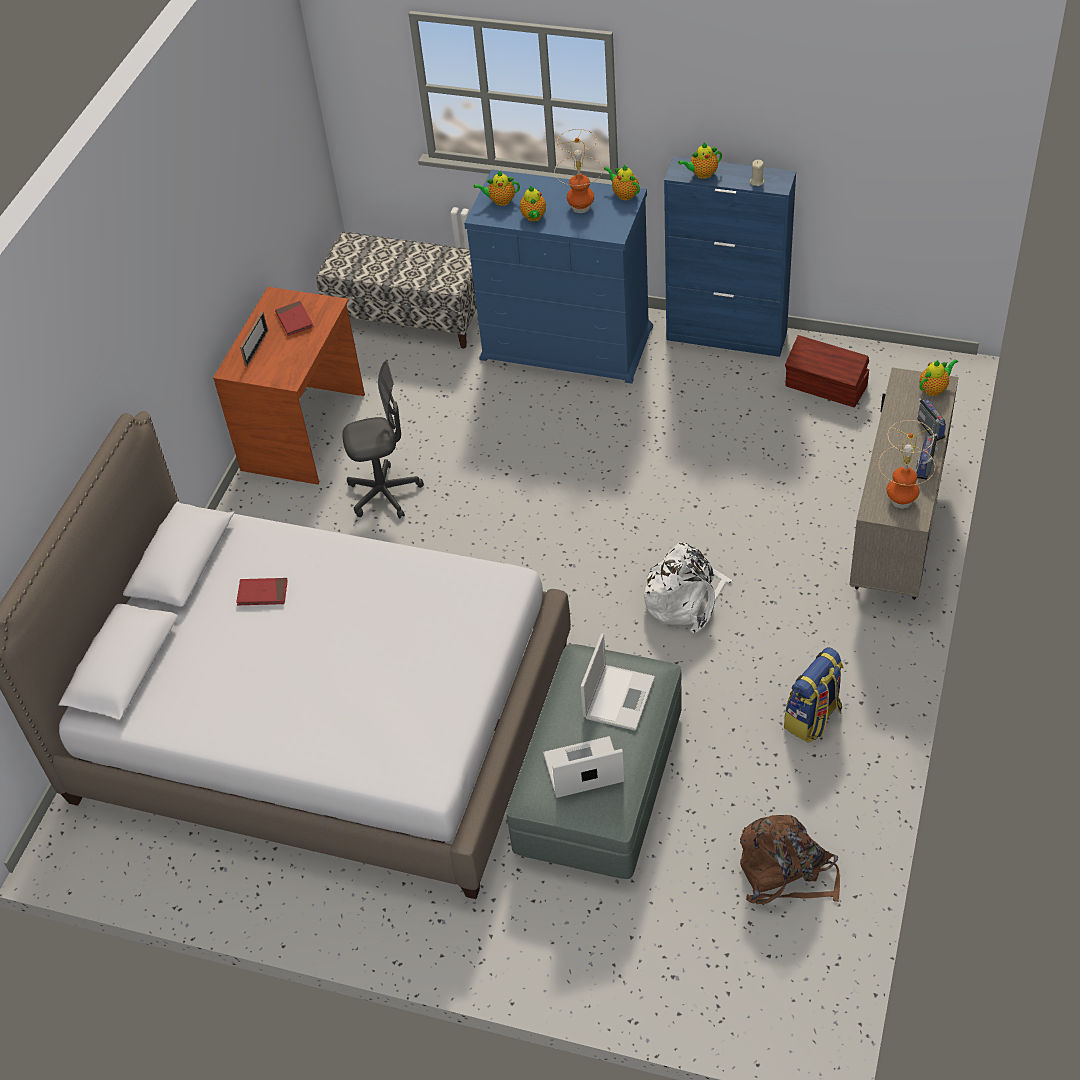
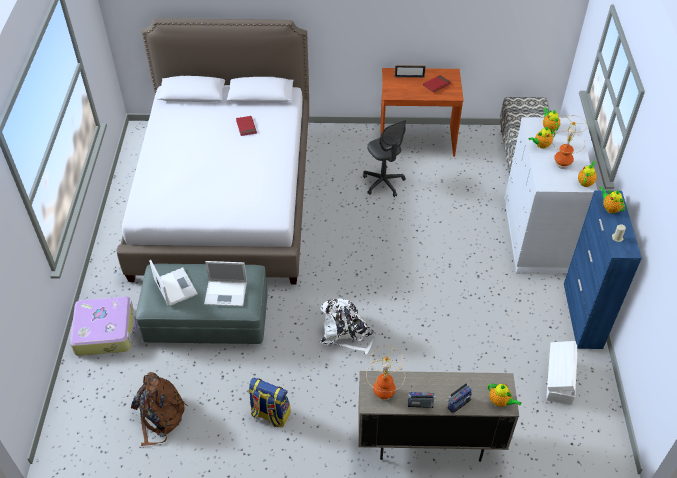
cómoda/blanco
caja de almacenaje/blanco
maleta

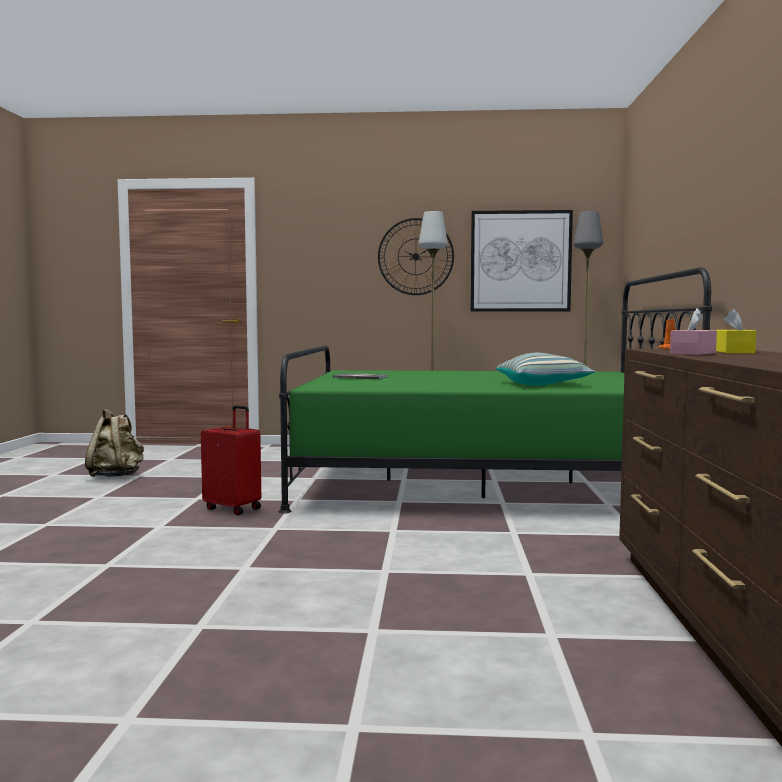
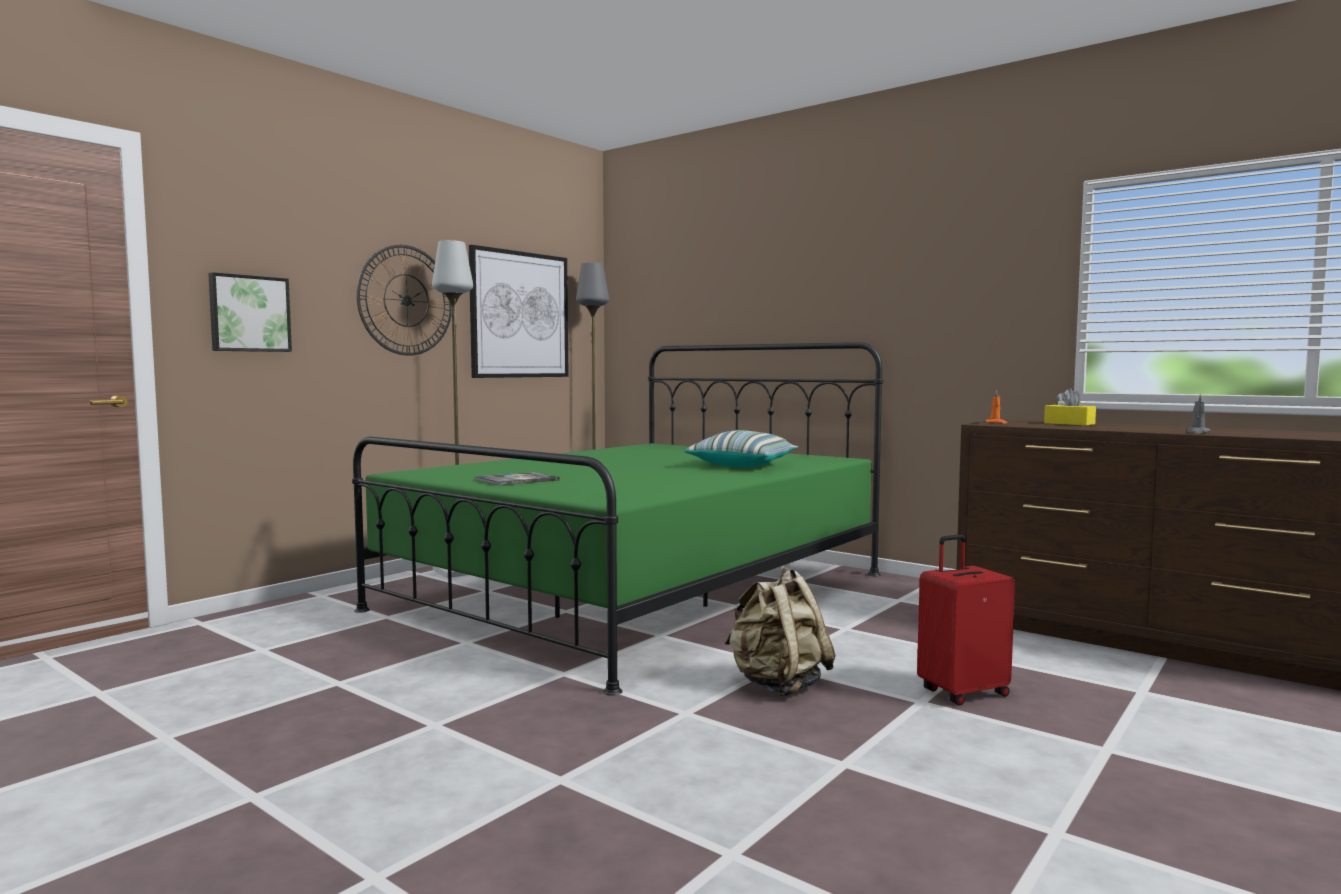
caja de pañuelos/rosa
maleta/rojo
mochila/beis
cuadro (no. 1 from left)
vela/gris

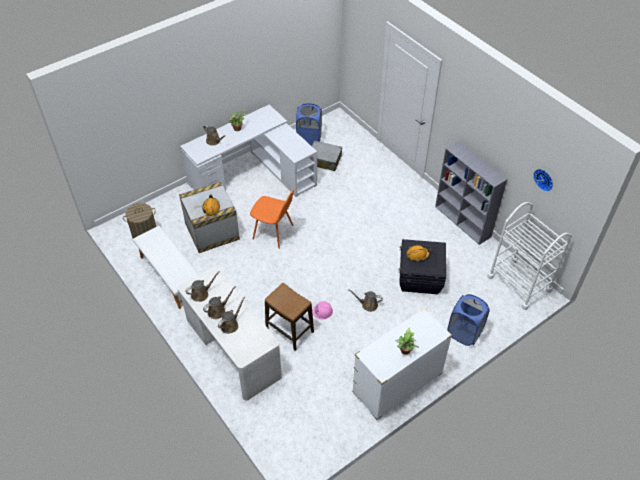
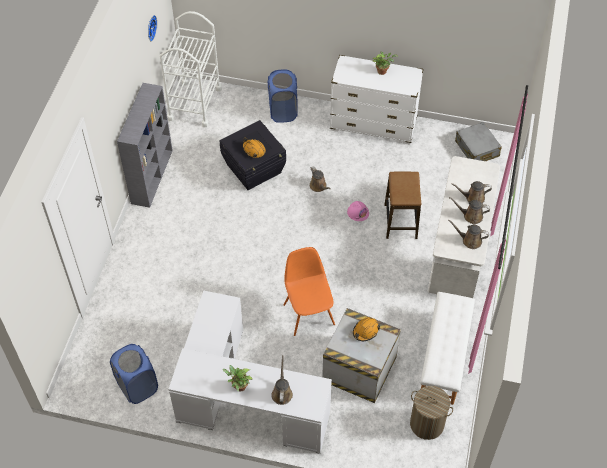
maleta/gris

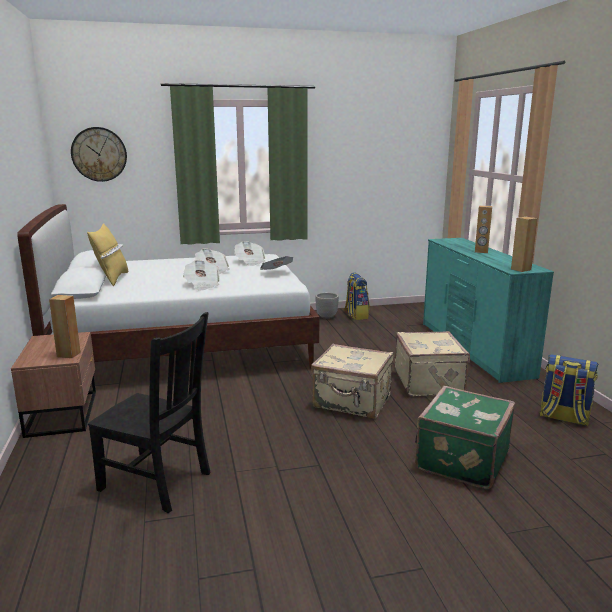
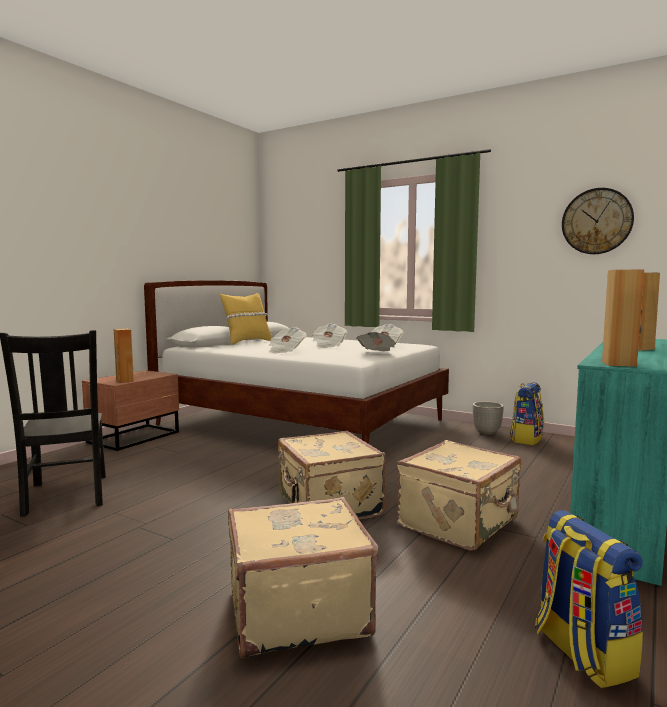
reloj de pared
maleta/beis (no. 1 from left)

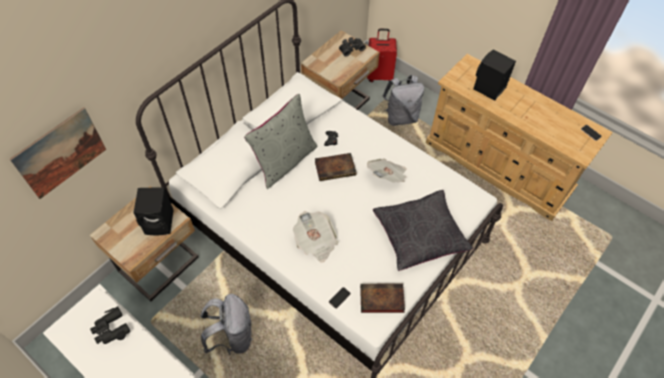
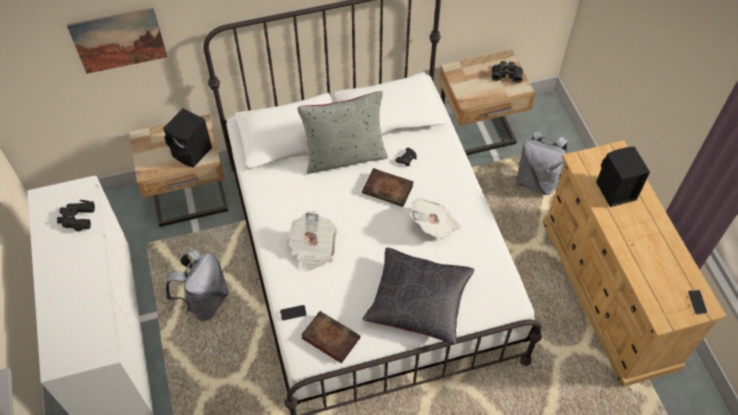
maleta/rojo

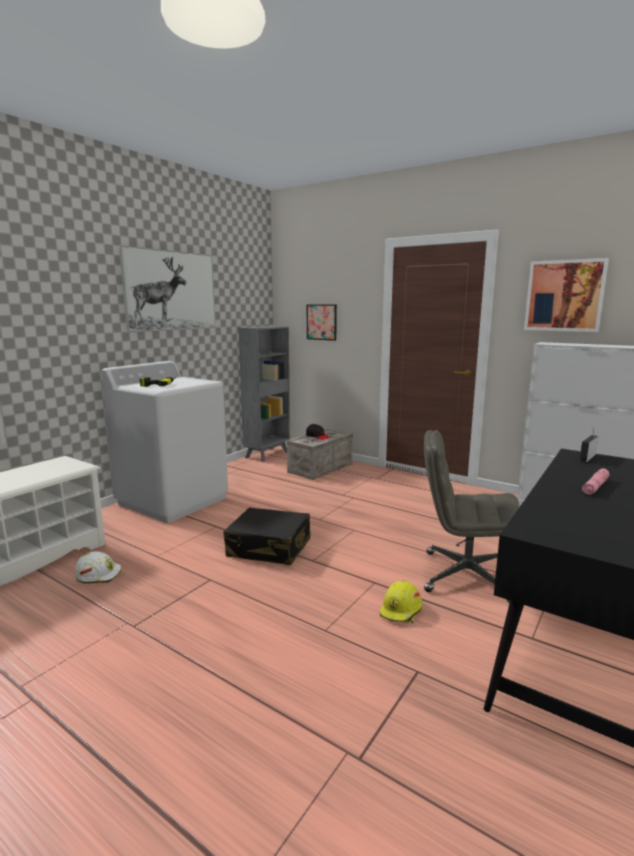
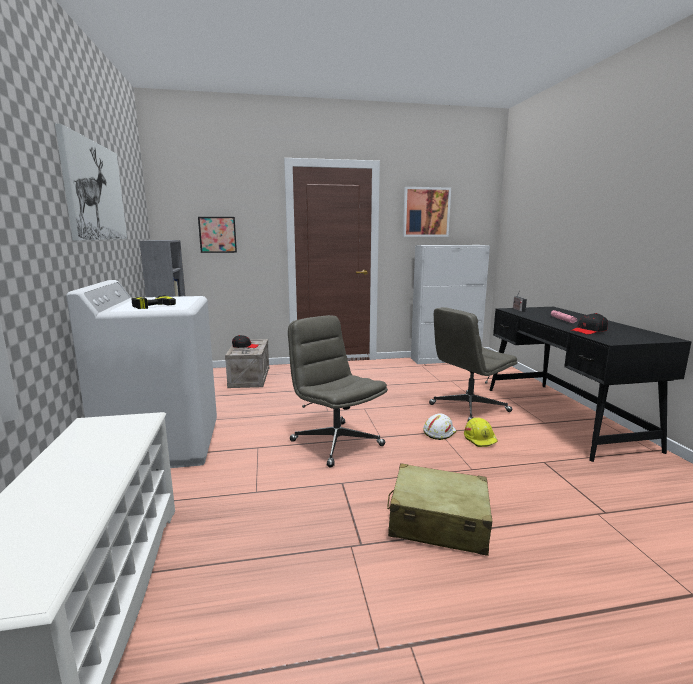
silla de oficina/gris (no. 1 from left)
casco/blanco
gorra/negro (no. 2 from left)
maleta/beis

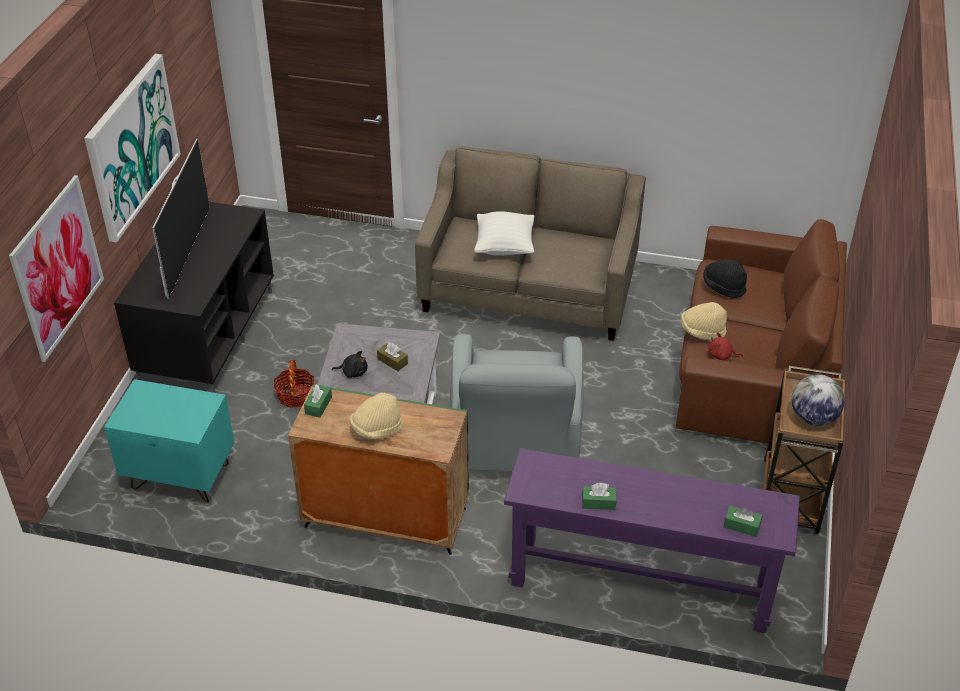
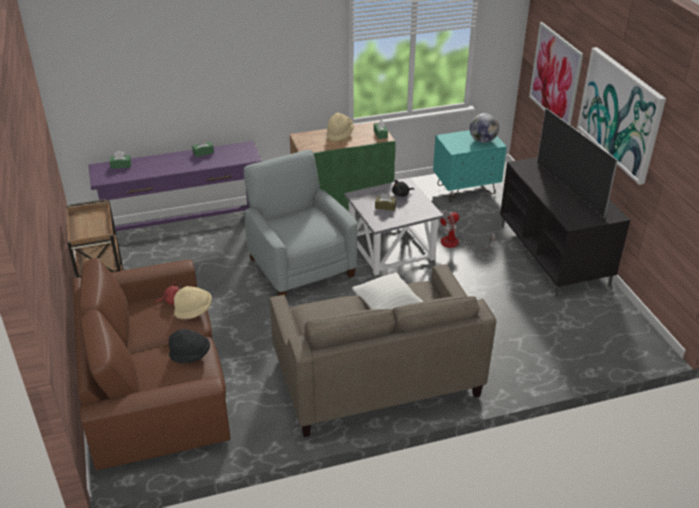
ventilador
globo terráqueo

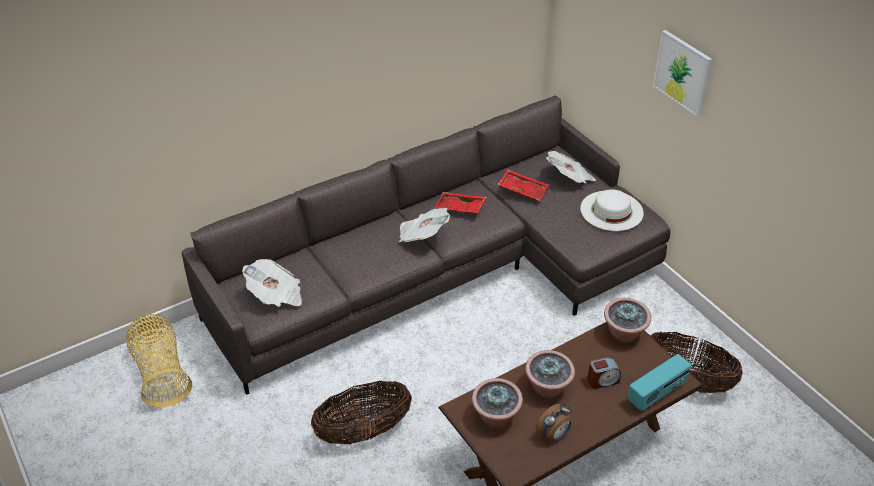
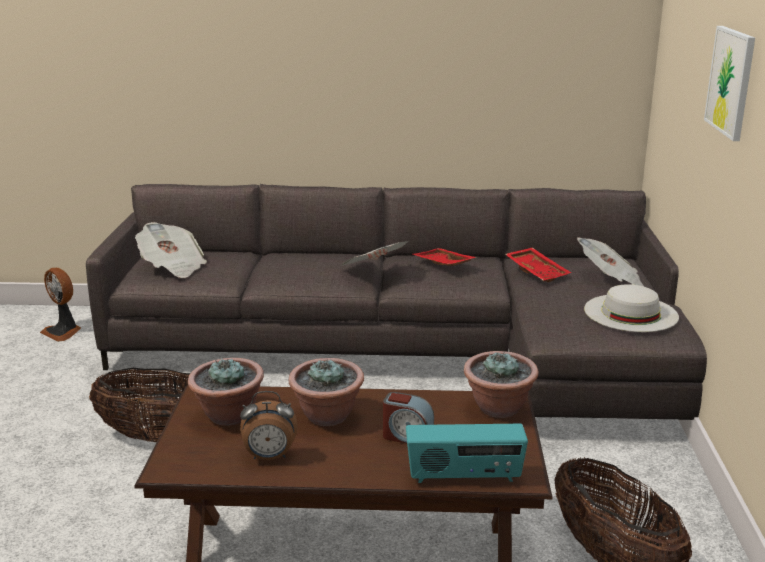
ventilador

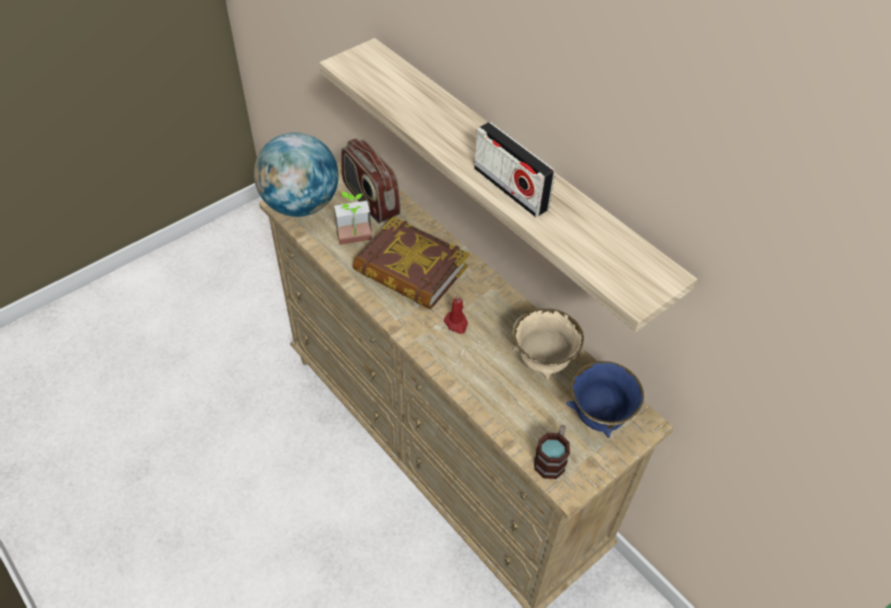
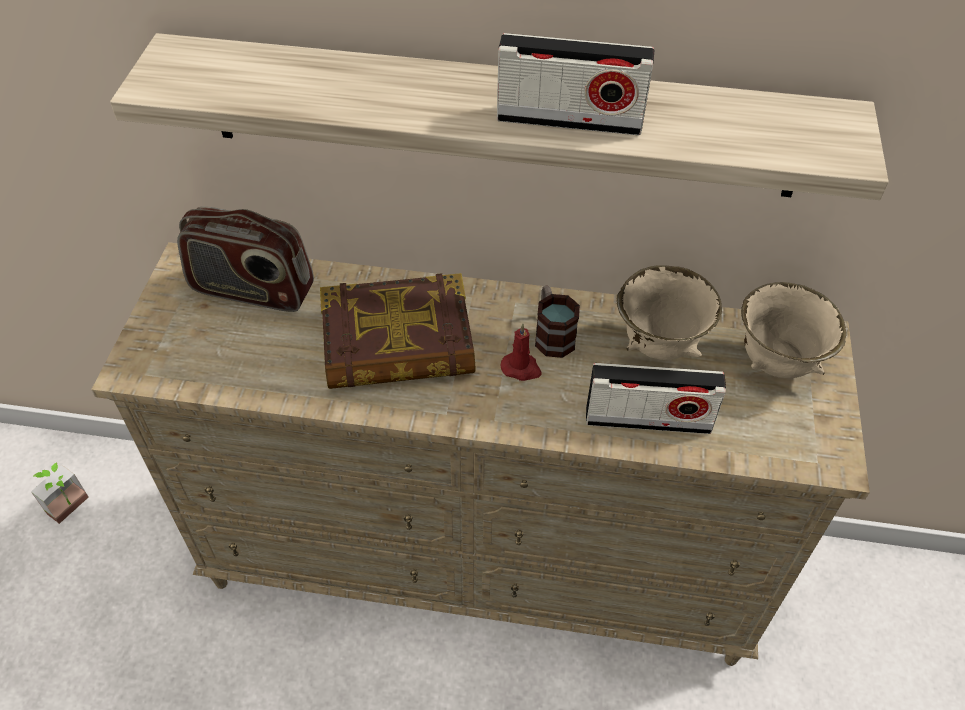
globo terráqueo
planta en maceta
cuenco/beis (no. 2 from left)
taza grande
radio (no. 3 from left)

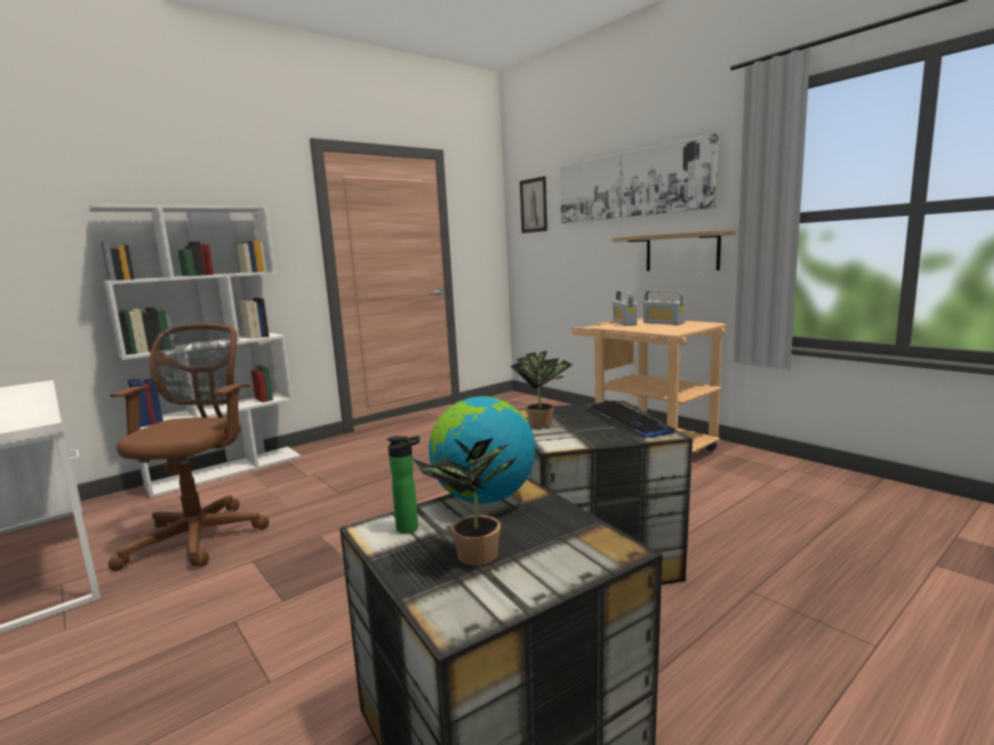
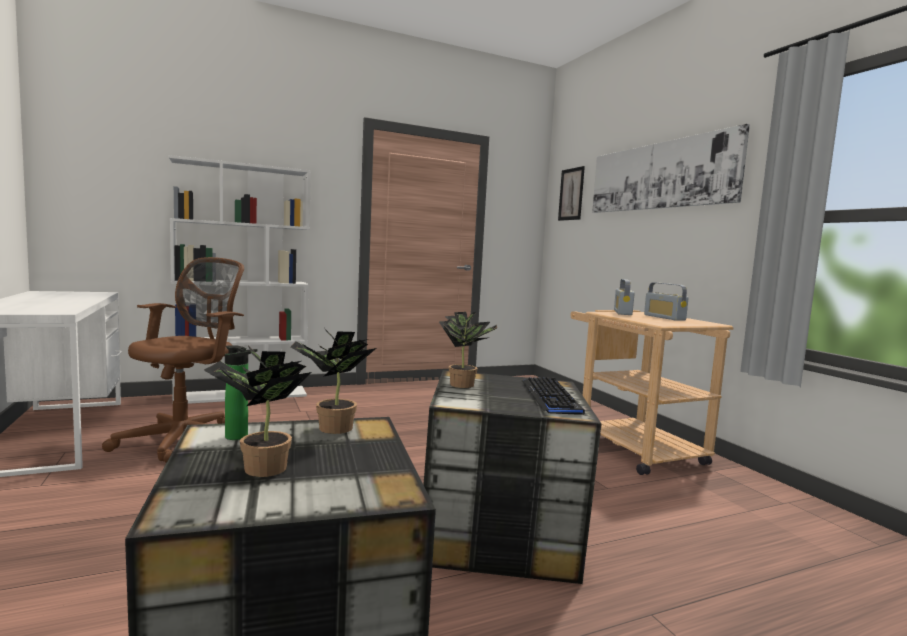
estante
planta en maceta (no. 2 from left)

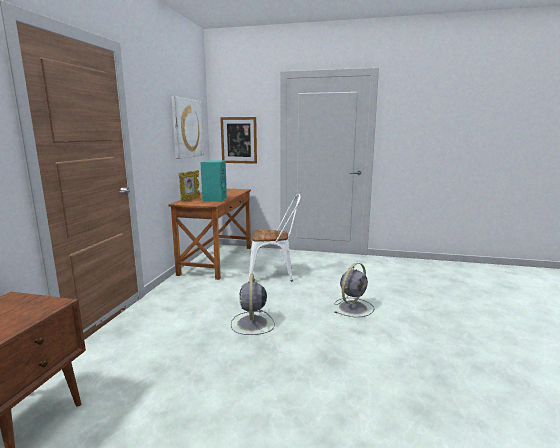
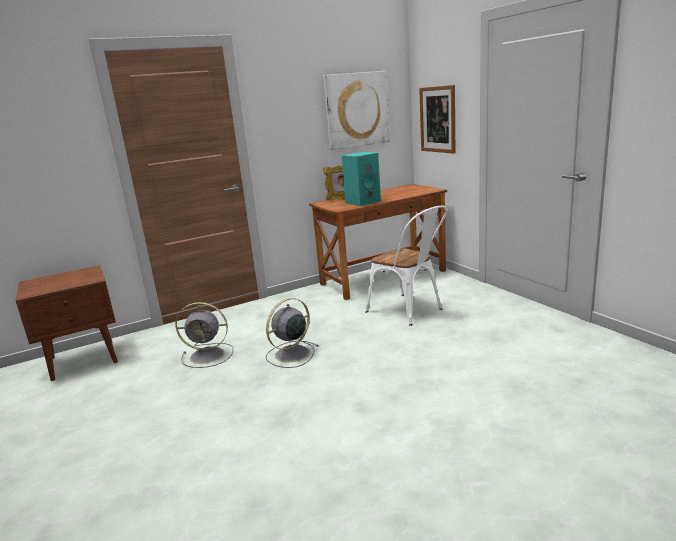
ventilador/gris (no. 1 from left)

